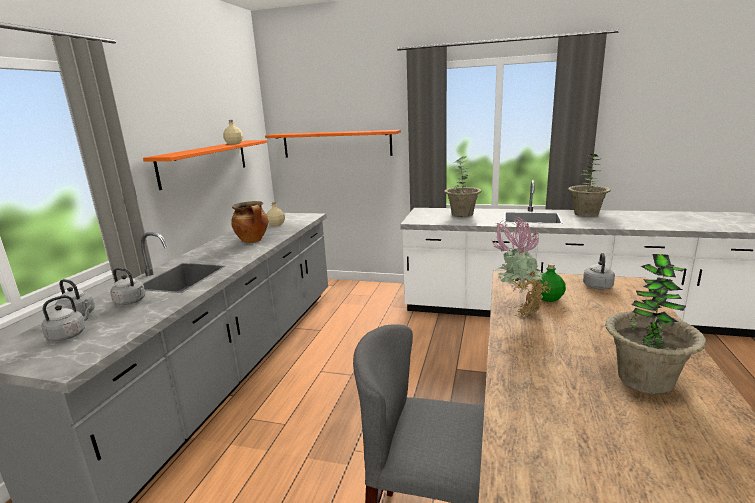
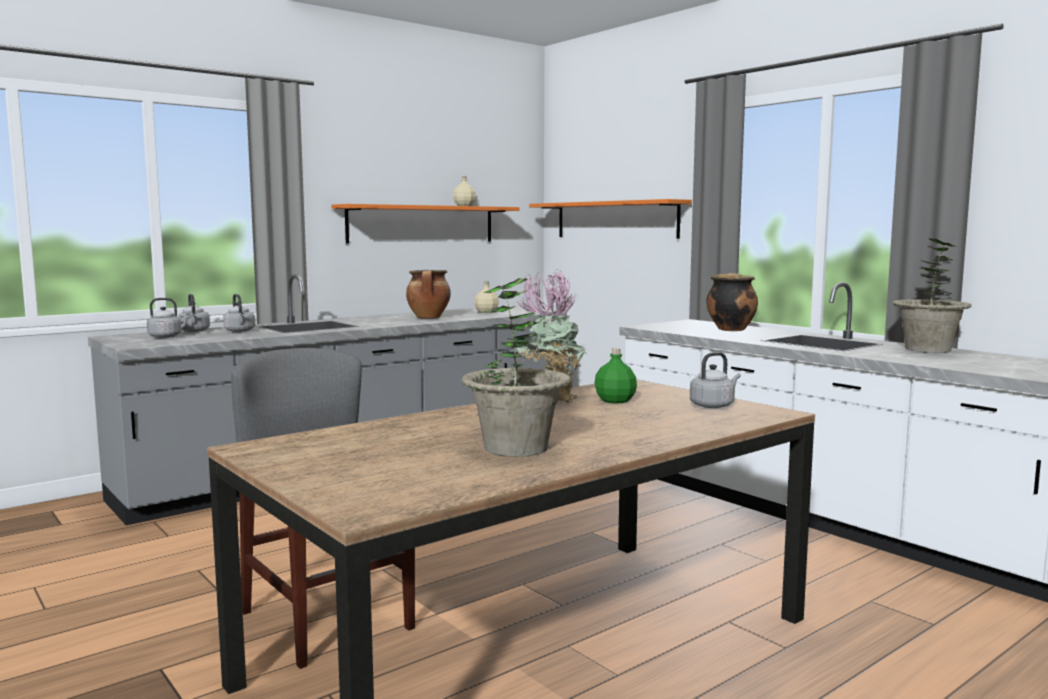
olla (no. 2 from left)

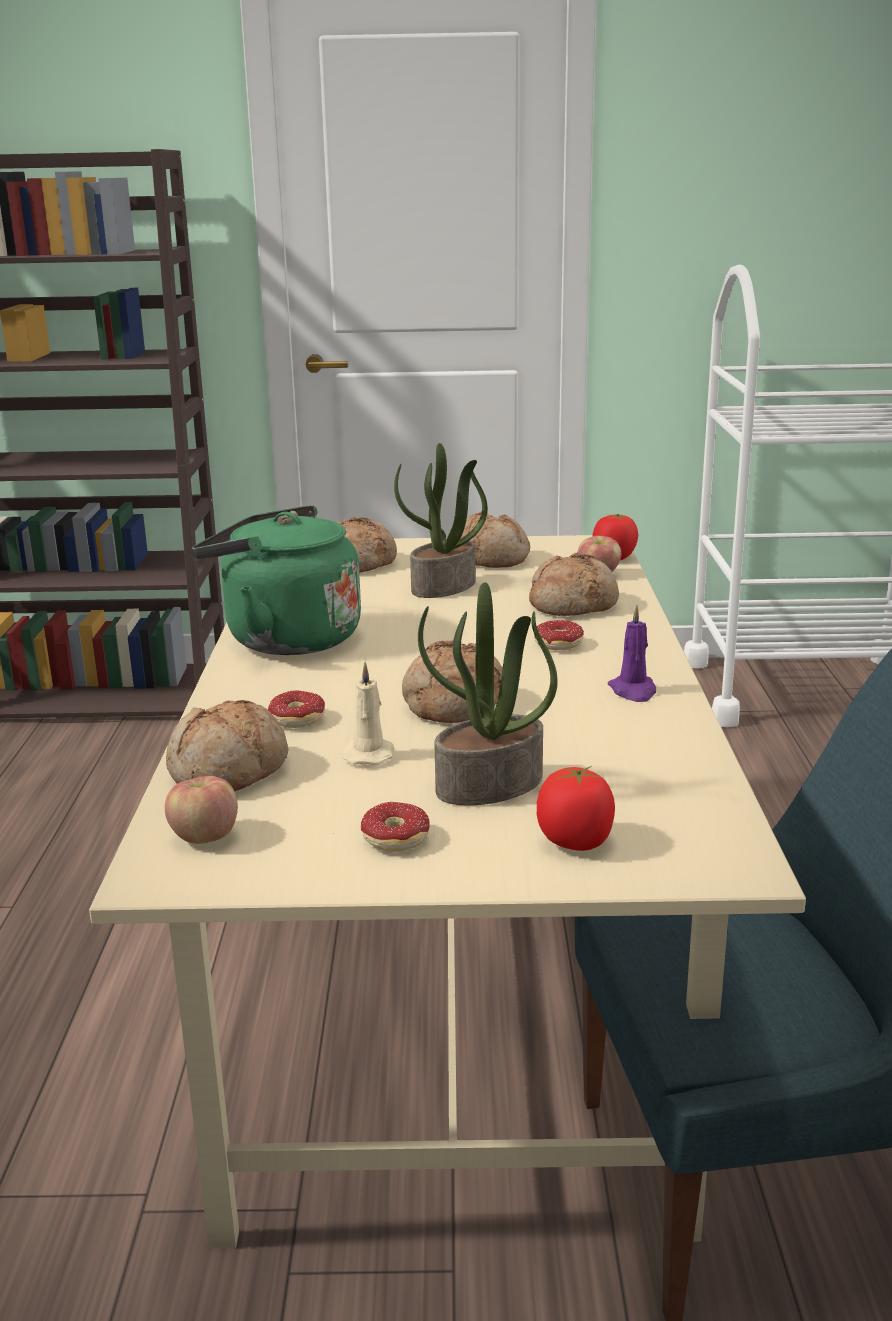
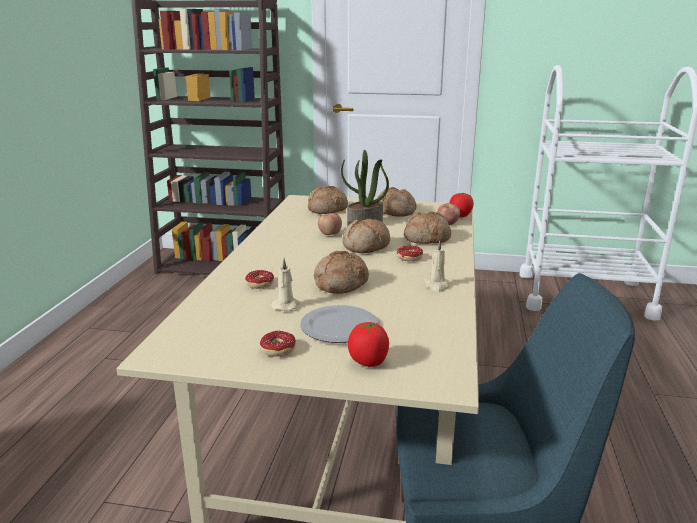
hervidor/verde
plato
vela/beis (no. 2 from left)
pan (no. 3 from left)
manzana (no. 1 from left)

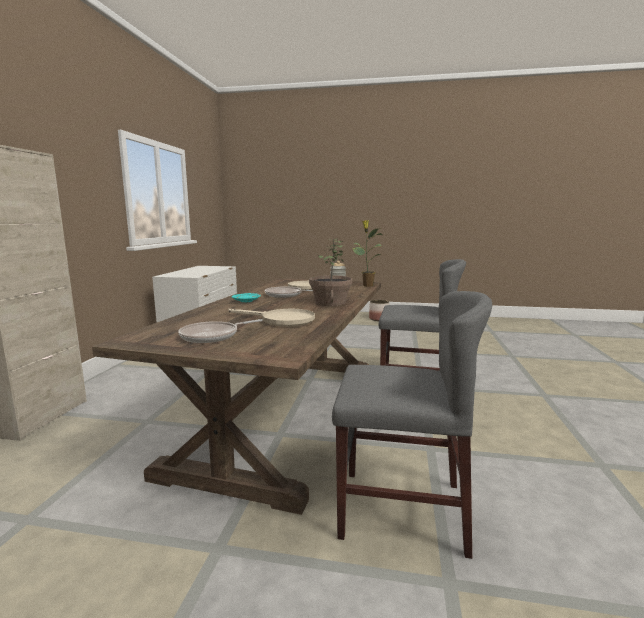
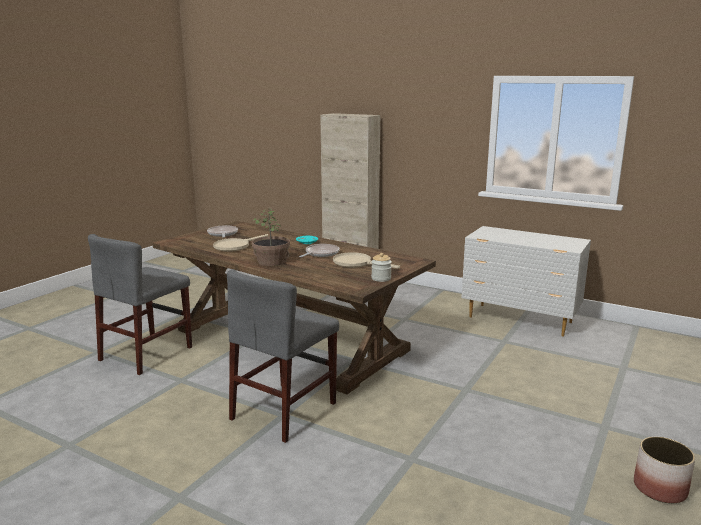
planta en maceta (no. 2 from left in the first image)

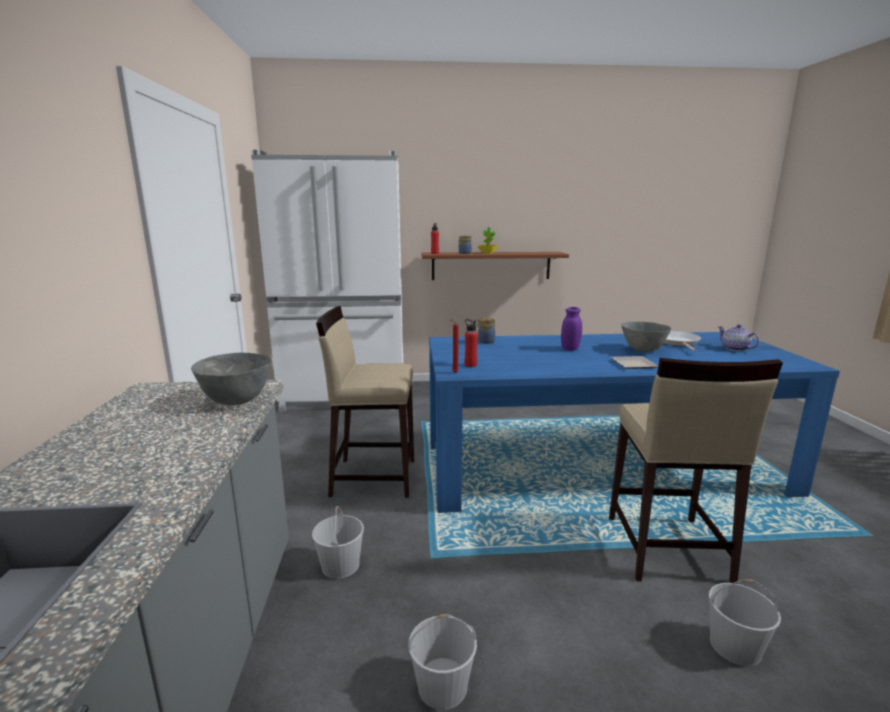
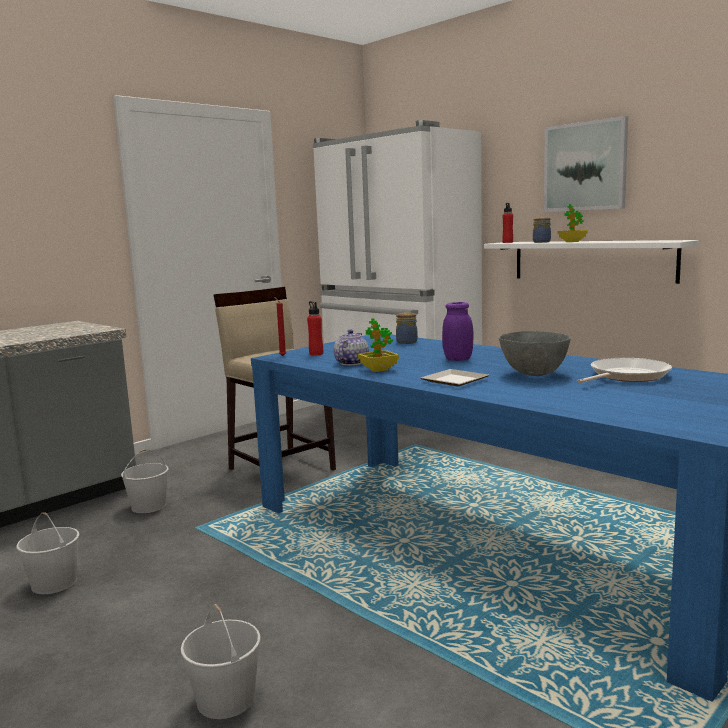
estante/blanco
tetera
cuenco/gris (no. 1 from left in the first image)
taburete/beis (no. 2 from left in the first image)
cuadro
planta en maceta (no. 1 from left)

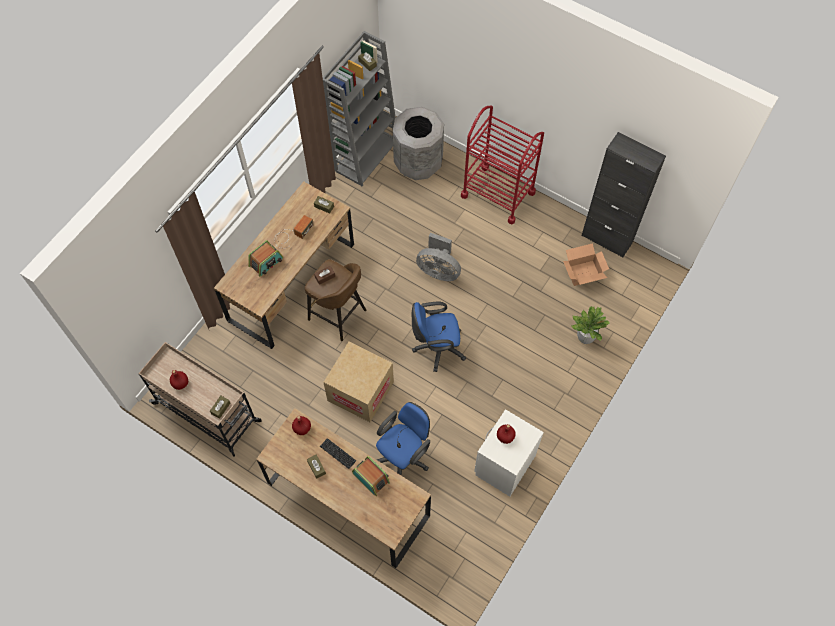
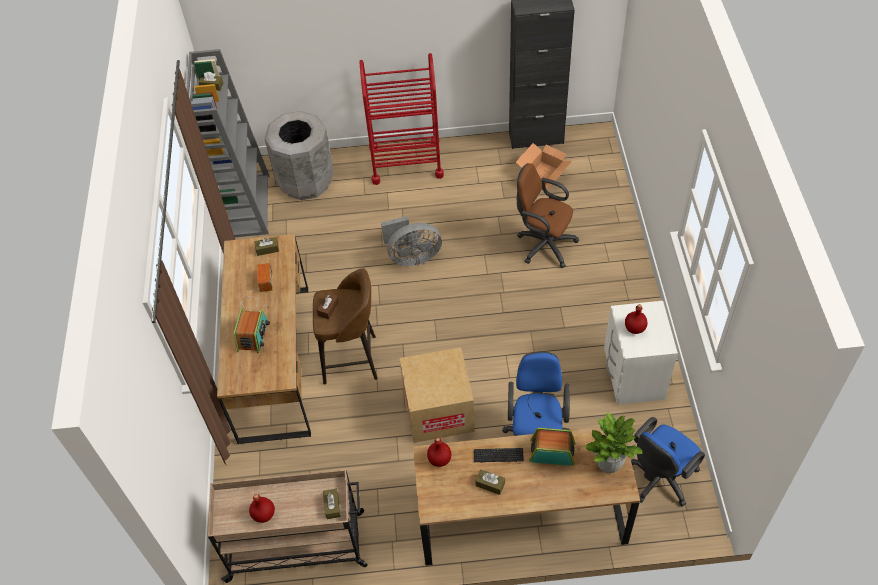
silla de oficina/azul (no. 2 from left)
planta en maceta
silla de oficina/marrón

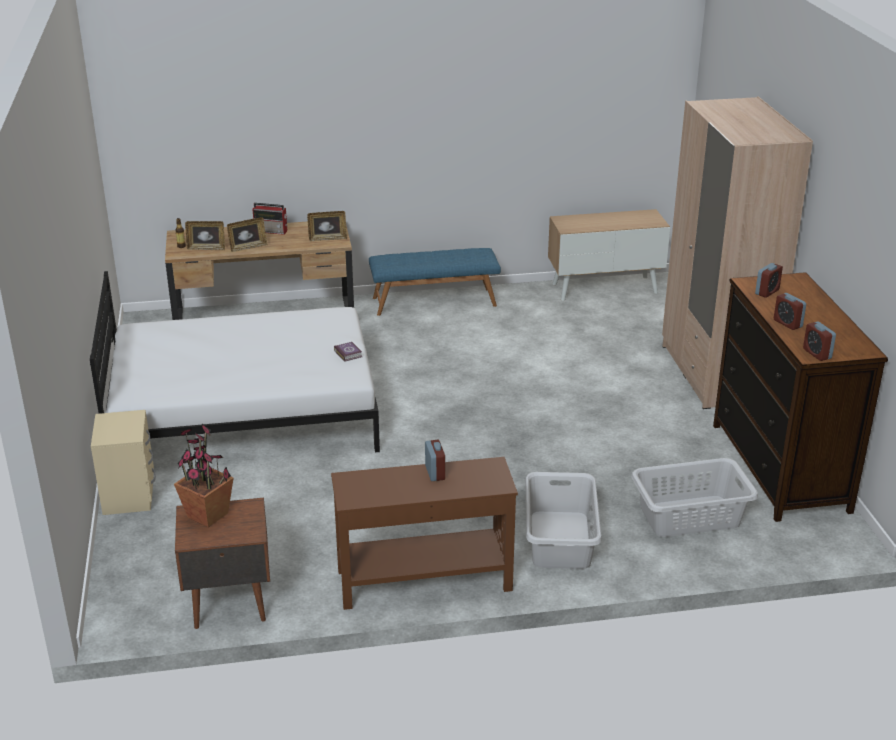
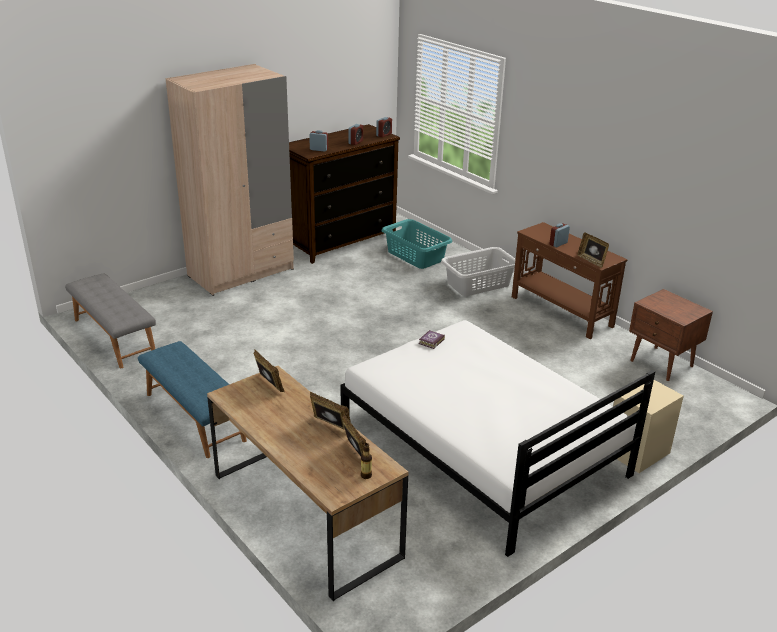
radio
banco/gris
planta en maceta
cesto de la ropa/turquesa
portarretratos (no. 4 from left)

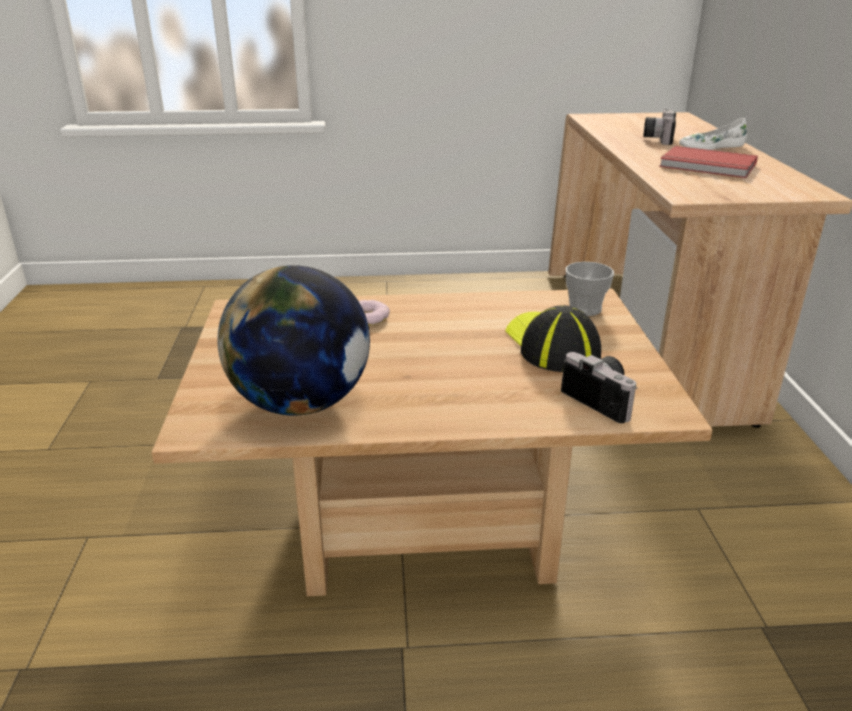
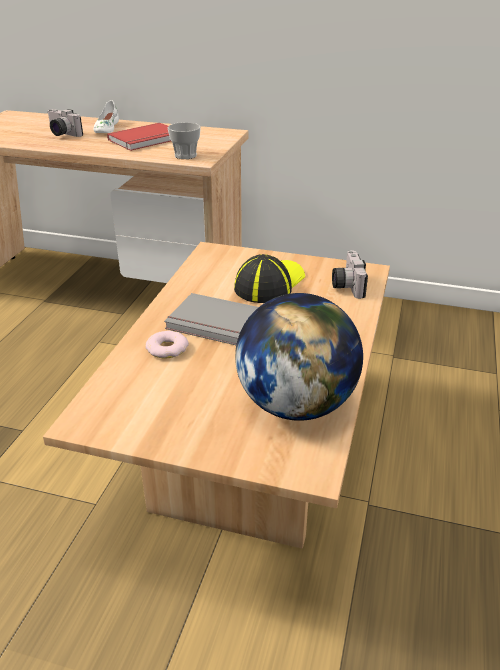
taza
gorra
cámara (no. 2 from left)
libro/gris

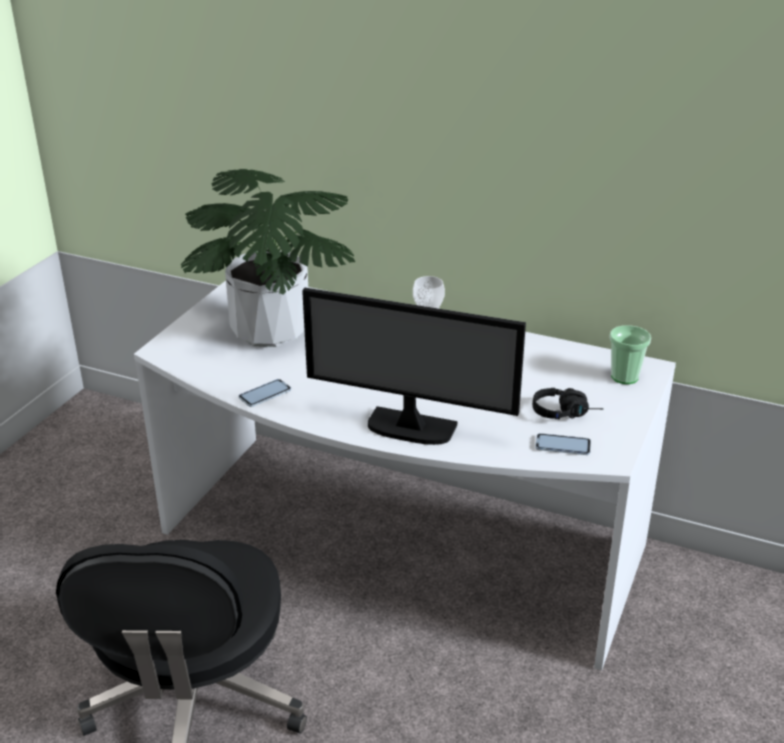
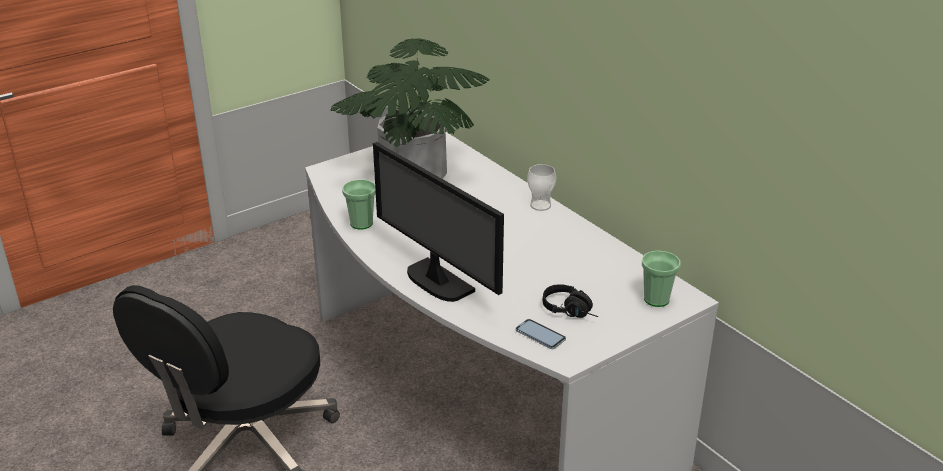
taza (no. 1 from left)

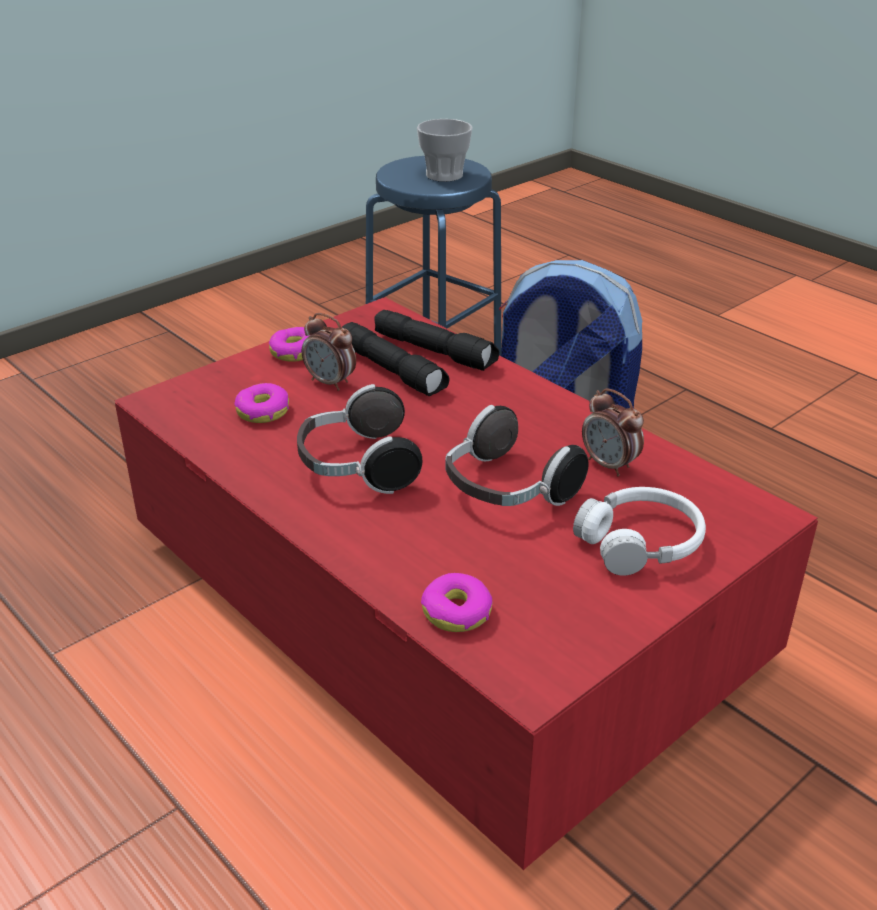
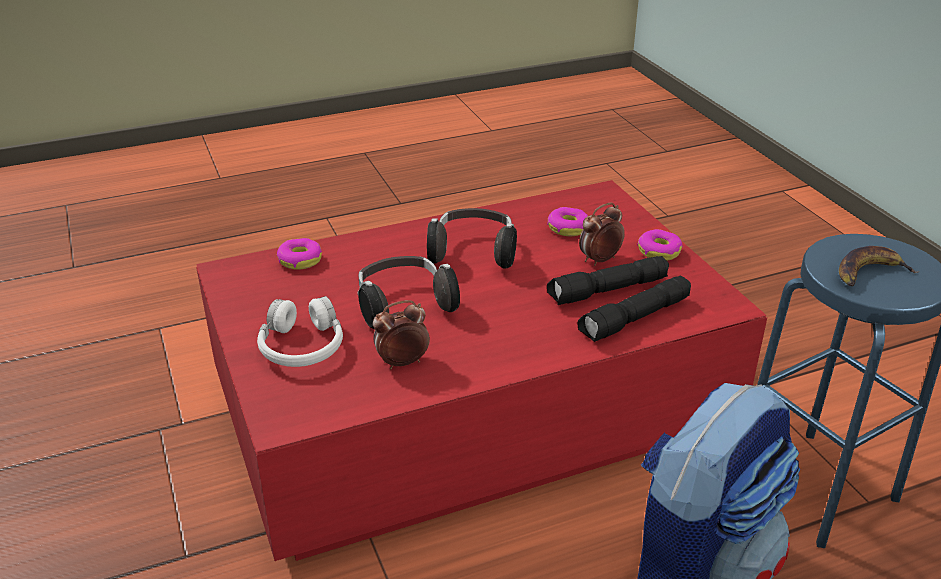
plátano

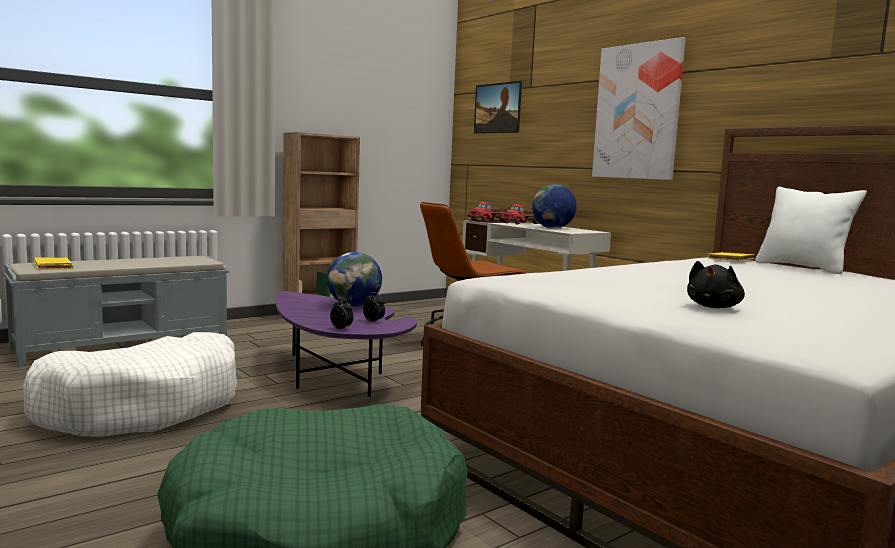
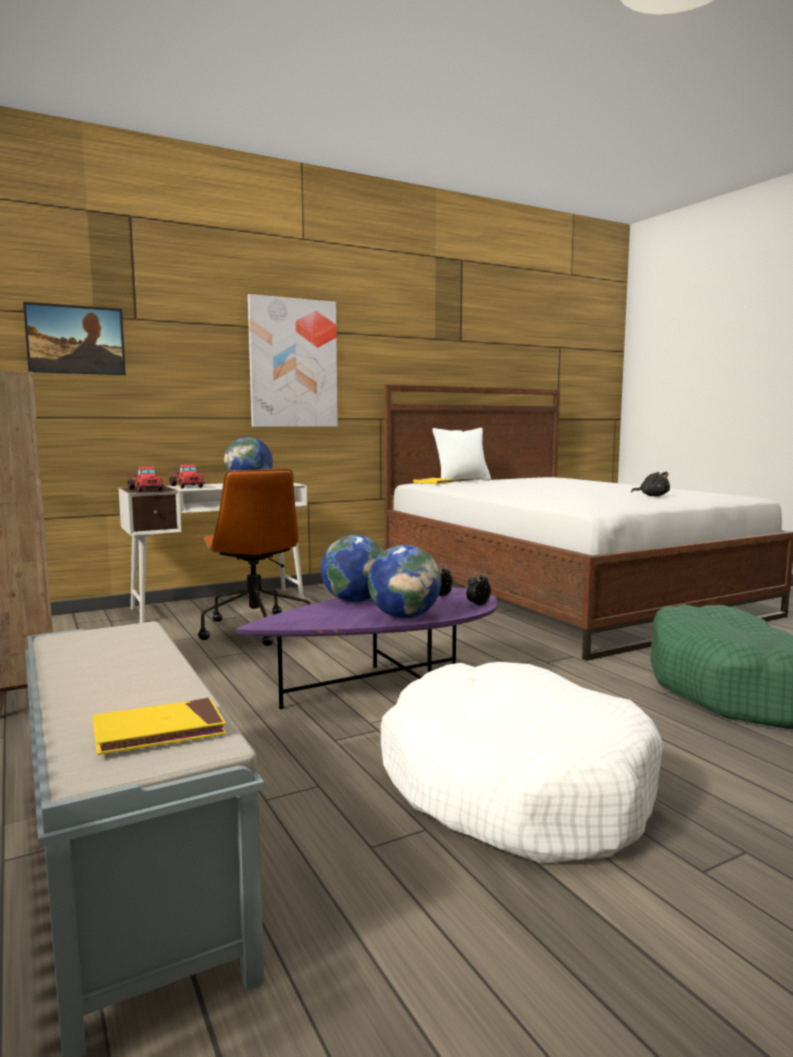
globo terráqueo (no. 3 from left)

